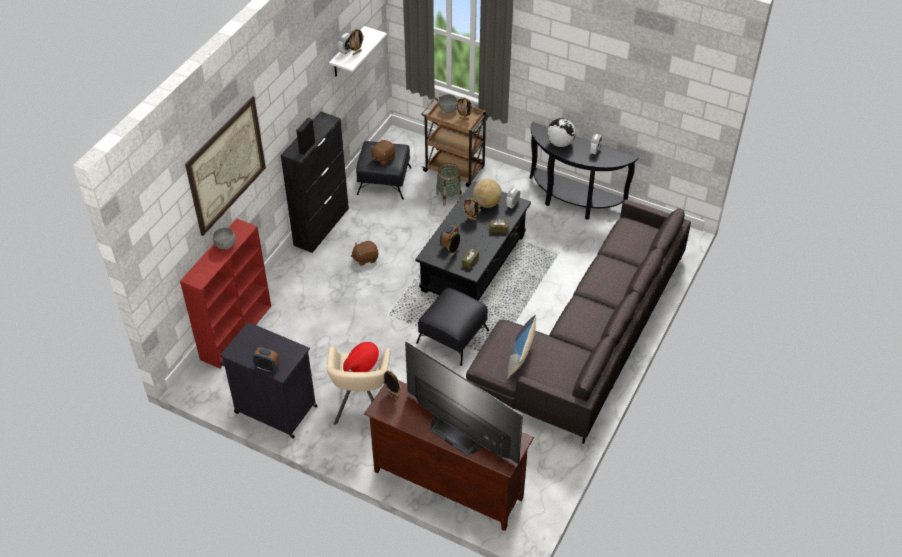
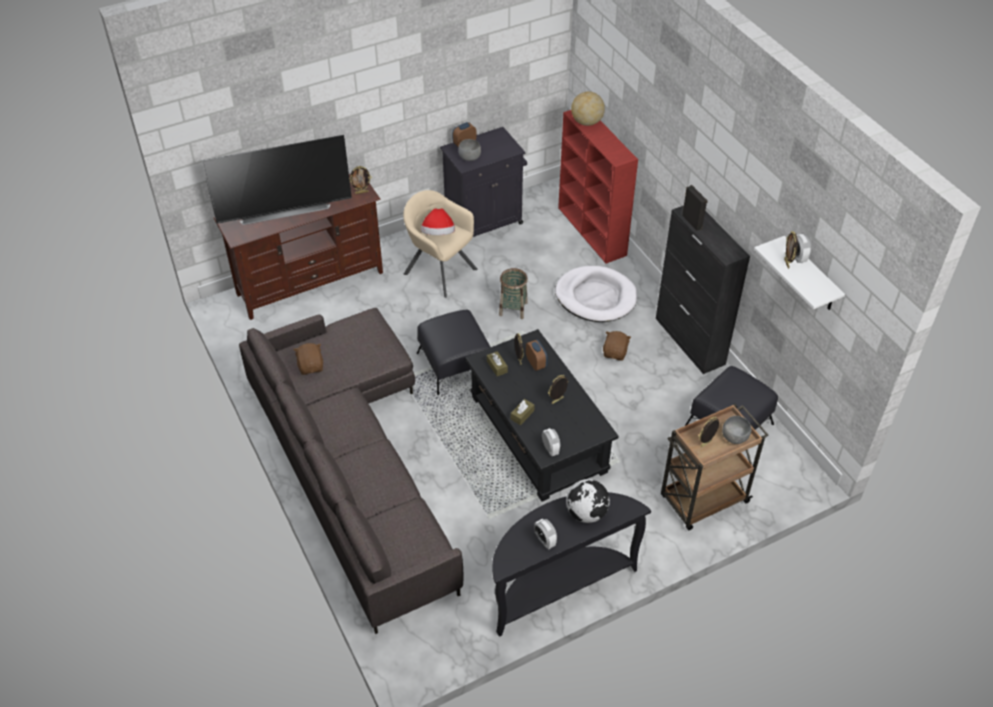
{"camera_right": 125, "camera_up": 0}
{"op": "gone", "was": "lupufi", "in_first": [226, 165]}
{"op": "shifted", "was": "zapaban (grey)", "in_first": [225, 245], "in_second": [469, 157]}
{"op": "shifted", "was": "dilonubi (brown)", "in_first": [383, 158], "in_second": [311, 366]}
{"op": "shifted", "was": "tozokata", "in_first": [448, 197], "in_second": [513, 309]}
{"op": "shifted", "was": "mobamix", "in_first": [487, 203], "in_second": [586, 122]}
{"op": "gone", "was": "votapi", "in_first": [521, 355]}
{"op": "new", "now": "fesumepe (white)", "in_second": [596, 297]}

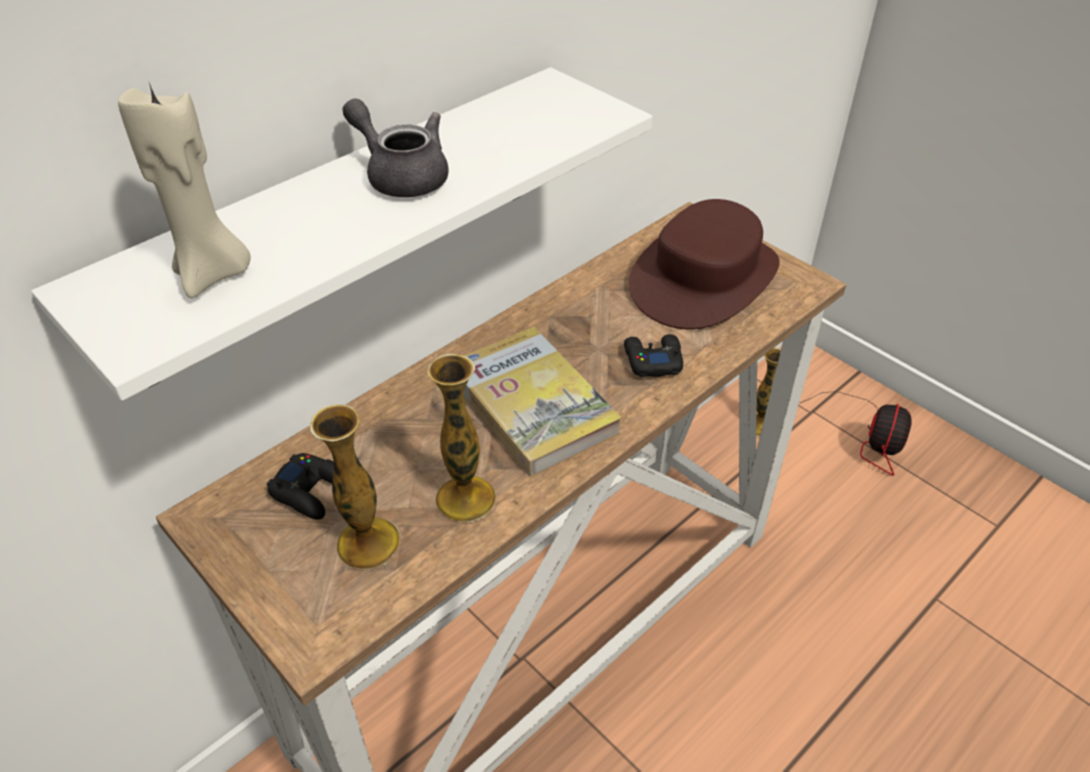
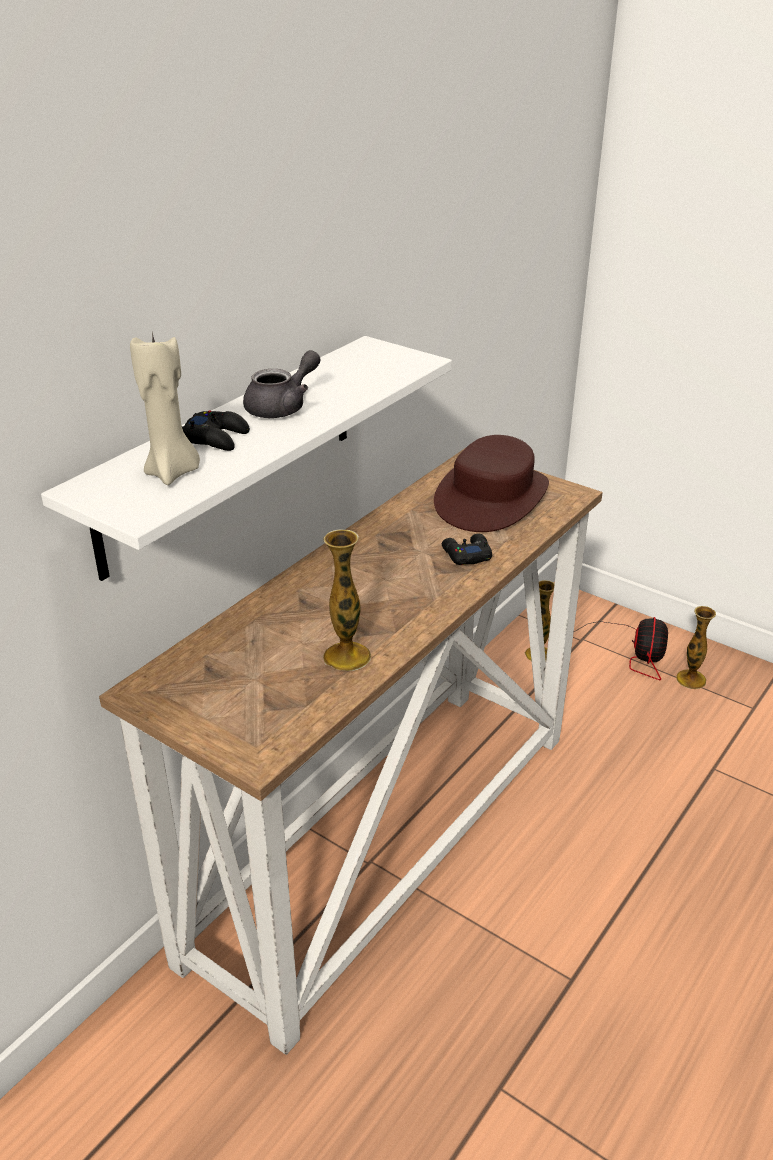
{"camera_right": -10, "camera_up": -10}
{"op": "shifted", "was": "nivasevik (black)", "in_first": [311, 491], "in_second": [216, 438]}
{"op": "shifted", "was": "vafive", "in_first": [368, 543], "in_second": [691, 679]}
{"op": "rotated", "was": "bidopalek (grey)", "in_first": [401, 175], "in_second": [283, 407], "clockwise": 105}
{"op": "gone", "was": "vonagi", "in_first": [532, 404]}

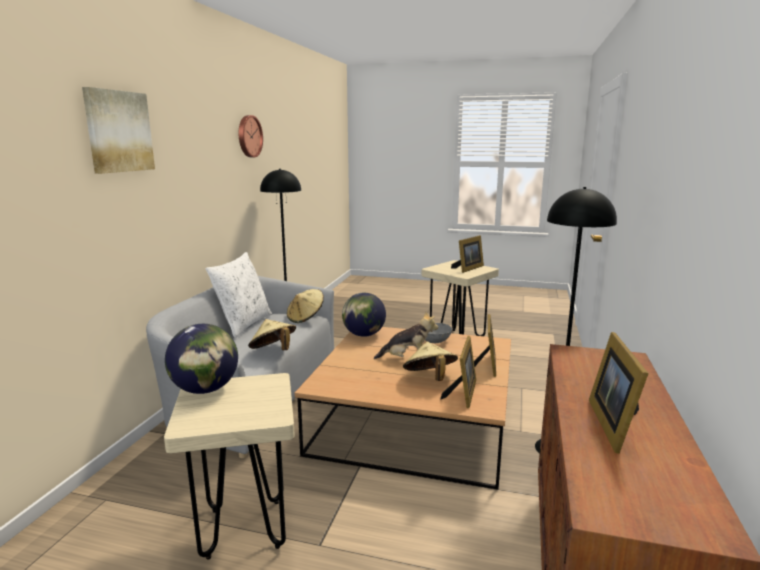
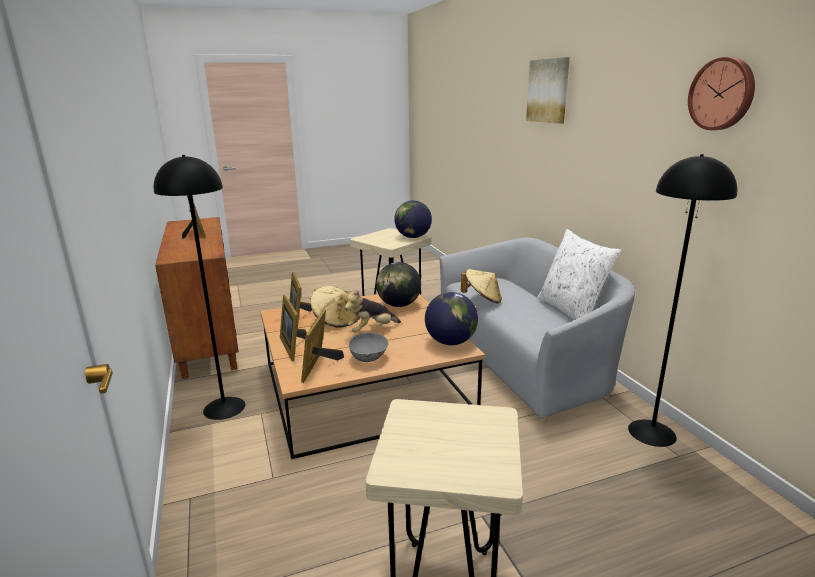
{"camera_right": 145, "camera_up": 5}
{"op": "gone", "was": "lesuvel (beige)", "in_first": [306, 318]}
{"op": "shifted", "was": "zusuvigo", "in_first": [468, 268], "in_second": [320, 366]}
{"op": "new", "now": "mobamix", "in_second": [399, 305]}

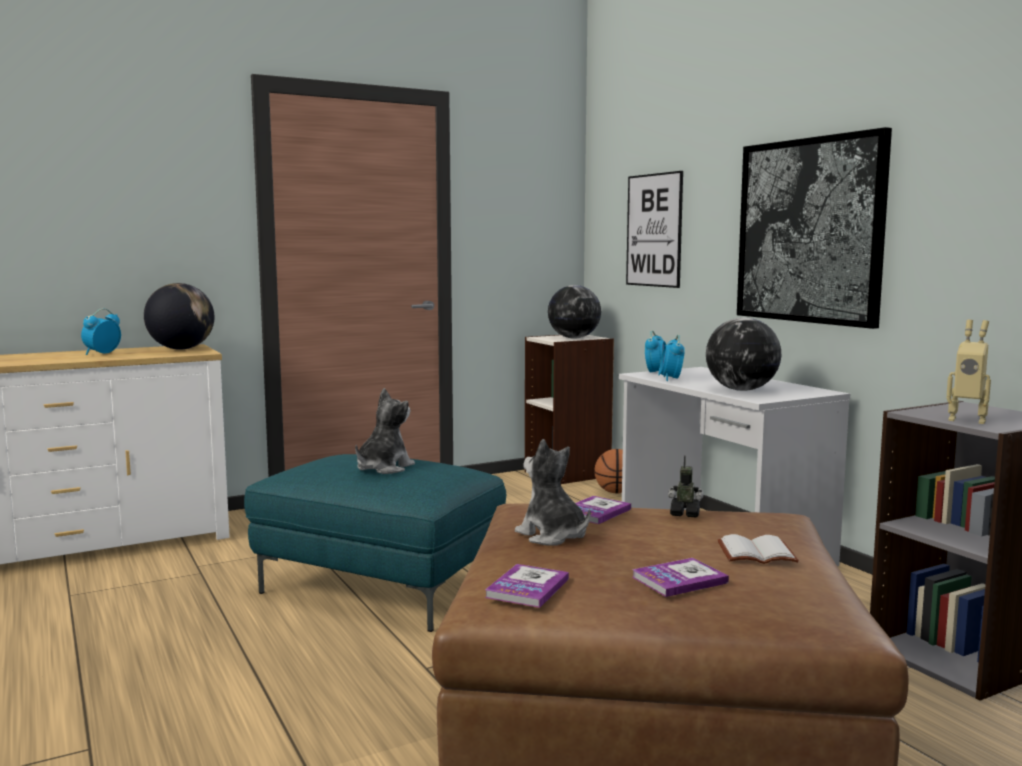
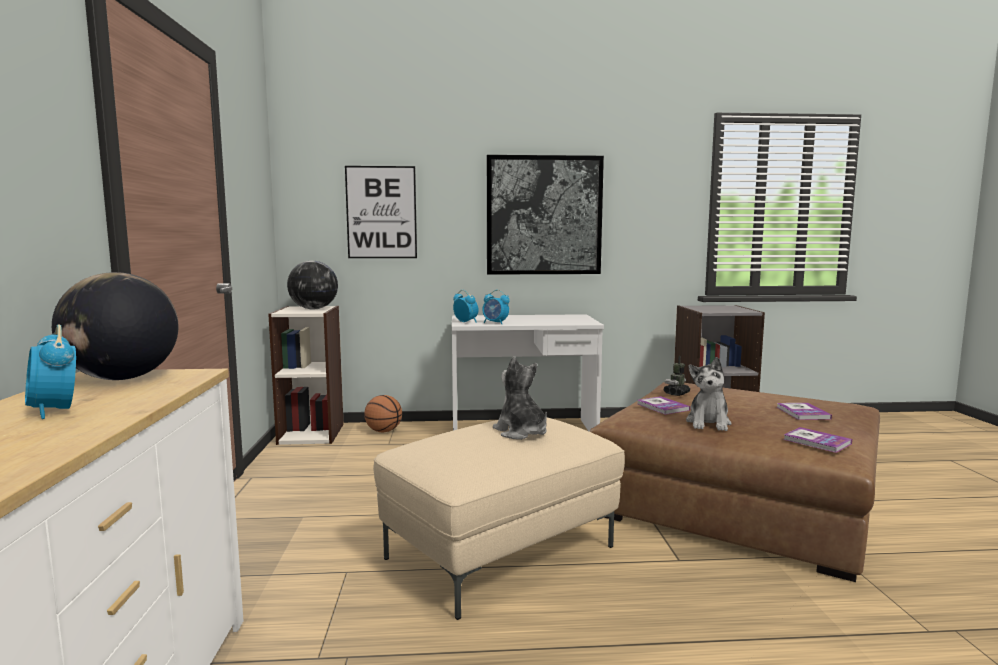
{"camera_right": -65, "camera_up": 0}
{"op": "repainted", "was": "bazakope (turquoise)", "now": "bazakope (beige)", "in_first": [377, 588], "in_second": [501, 554]}
{"op": "rotated", "was": "dilonubi", "in_first": [552, 536], "in_second": [708, 423], "clockwise": -60}
{"op": "gone", "was": "mobamix", "in_first": [741, 390]}
{"op": "gone", "was": "vonagi (white)", "in_first": [755, 554]}
{"op": "gone", "was": "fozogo", "in_first": [967, 419]}

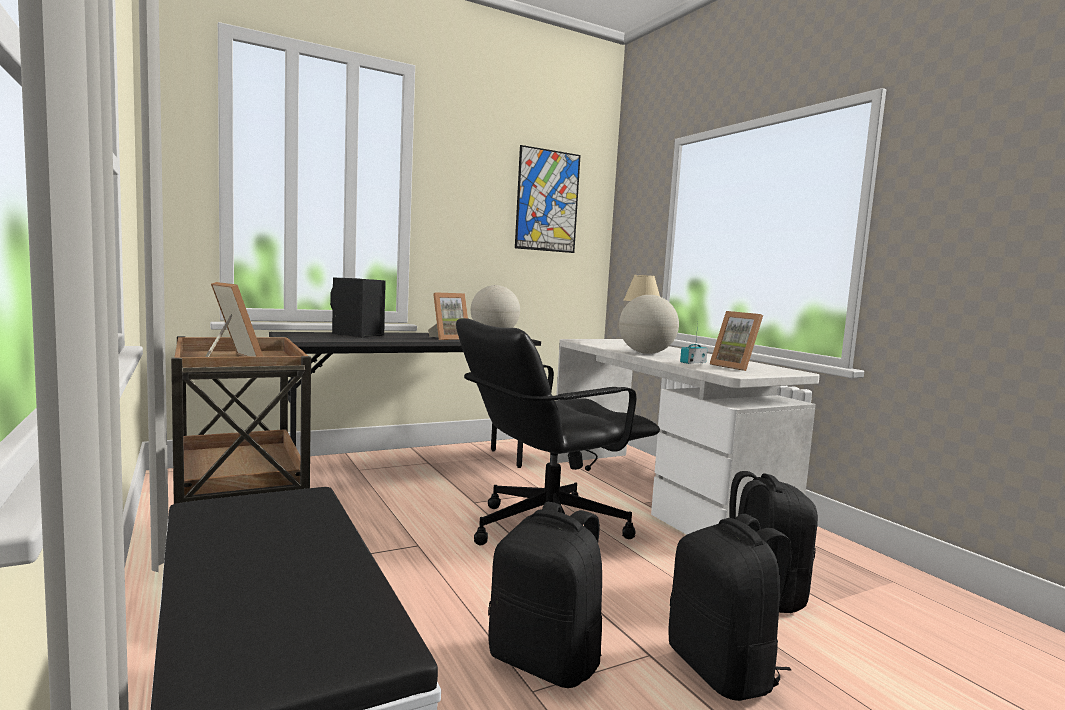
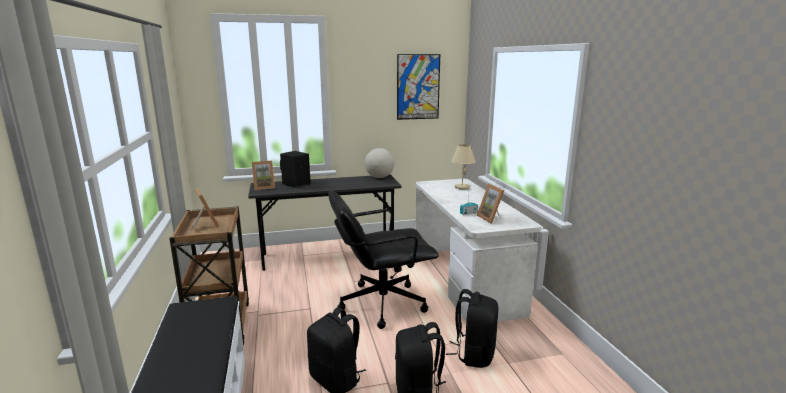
{"camera_right": 15, "camera_up": 10}
{"op": "shifted", "was": "zusuvigo", "in_first": [448, 338], "in_second": [264, 187]}
{"op": "gone", "was": "mobamix", "in_first": [646, 353]}

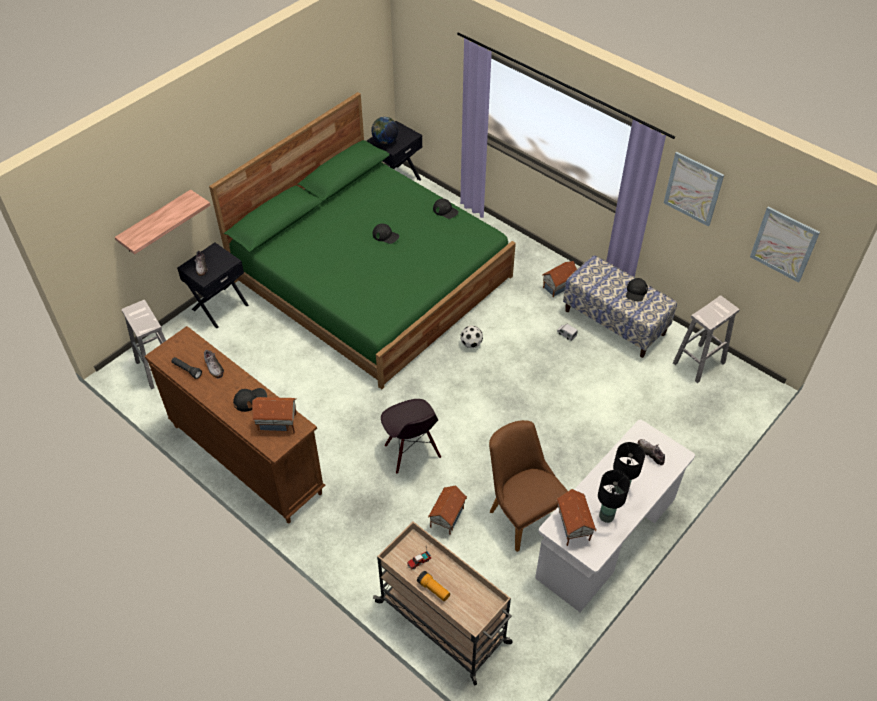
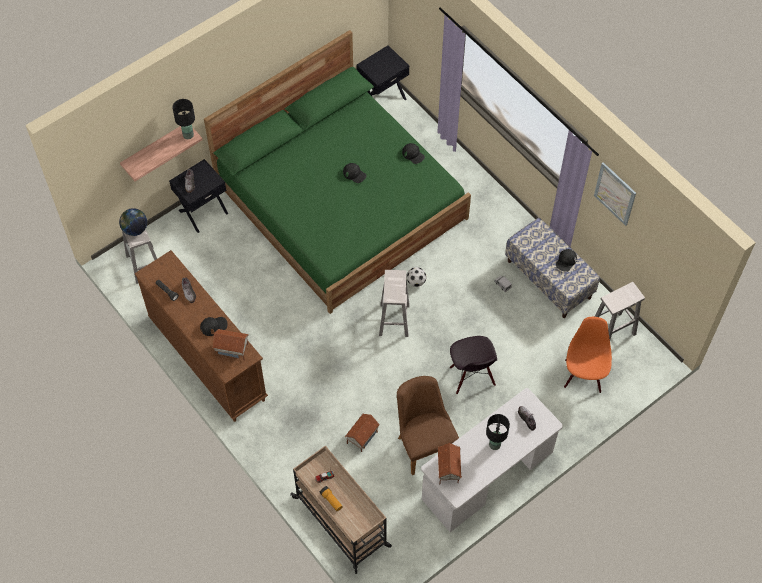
{"camera_right": 10, "camera_up": 10}
{"op": "shifted", "was": "mobamix", "in_first": [385, 141], "in_second": [135, 229]}
{"op": "shifted", "was": "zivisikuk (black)", "in_first": [411, 452], "in_second": [471, 376]}
{"op": "gone", "was": "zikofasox", "in_first": [559, 287]}
{"op": "shifted", "was": "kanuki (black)", "in_first": [606, 516], "in_second": [188, 135]}
{"op": "gone", "was": "lupufi", "in_first": [784, 244]}
{"op": "new", "now": "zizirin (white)", "in_second": [394, 321]}
{"op": "new", "now": "zivisikuk (orange)", "in_second": [583, 376]}

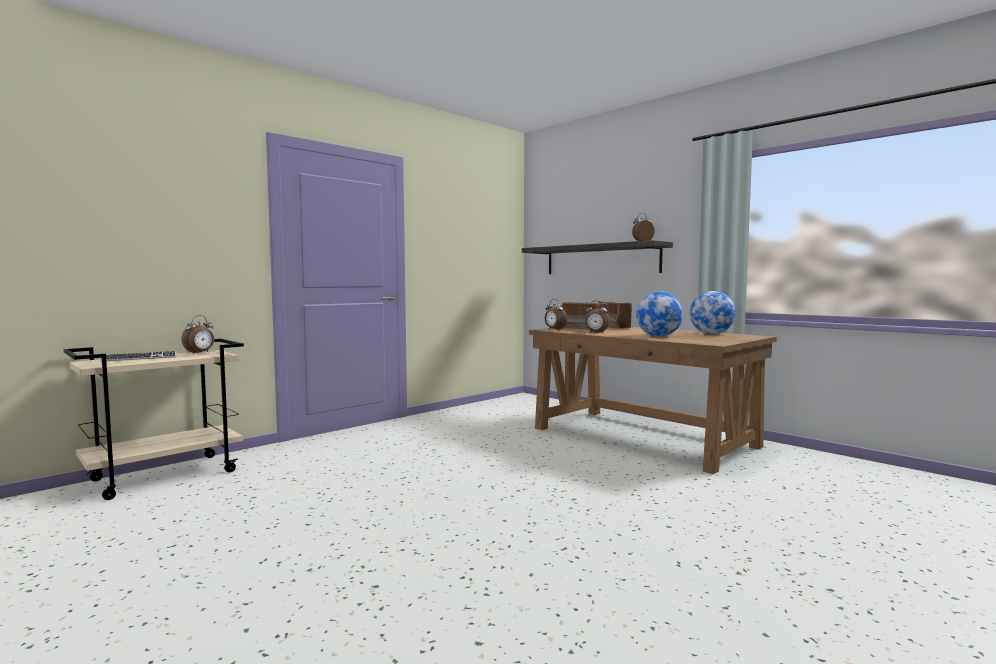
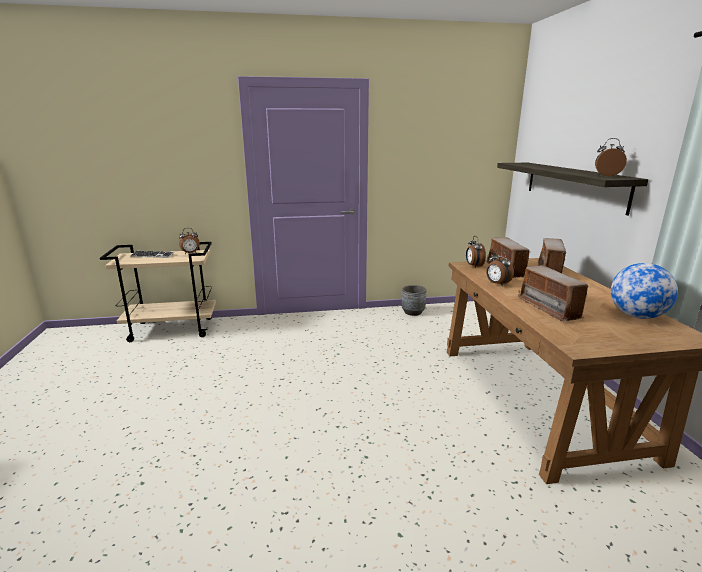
{"camera_right": 35, "camera_up": 15}
{"op": "swapped", "was": "mobamix", "now": "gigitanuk", "in_first": [658, 336], "in_second": [549, 308]}
{"op": "new", "now": "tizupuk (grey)", "in_second": [413, 312]}

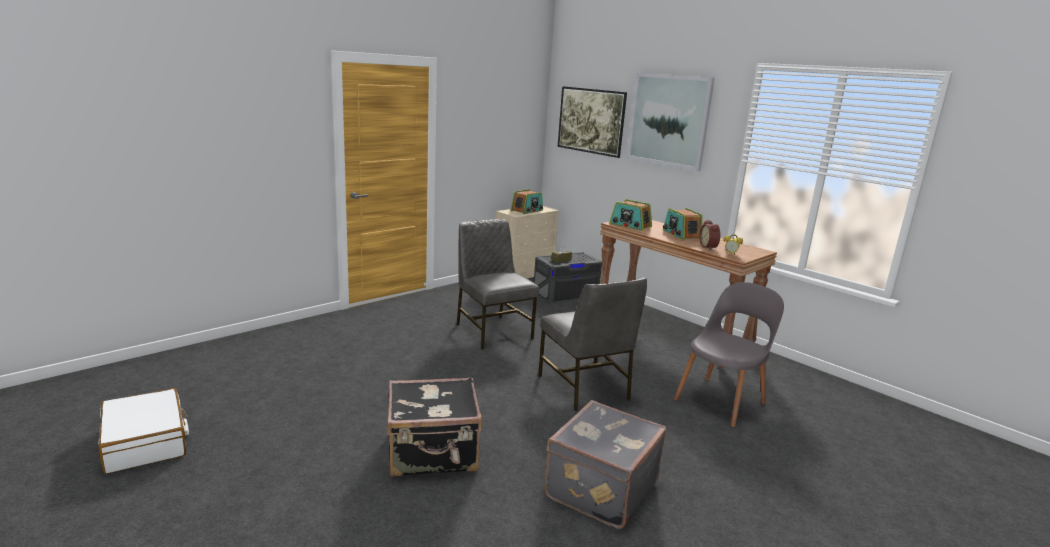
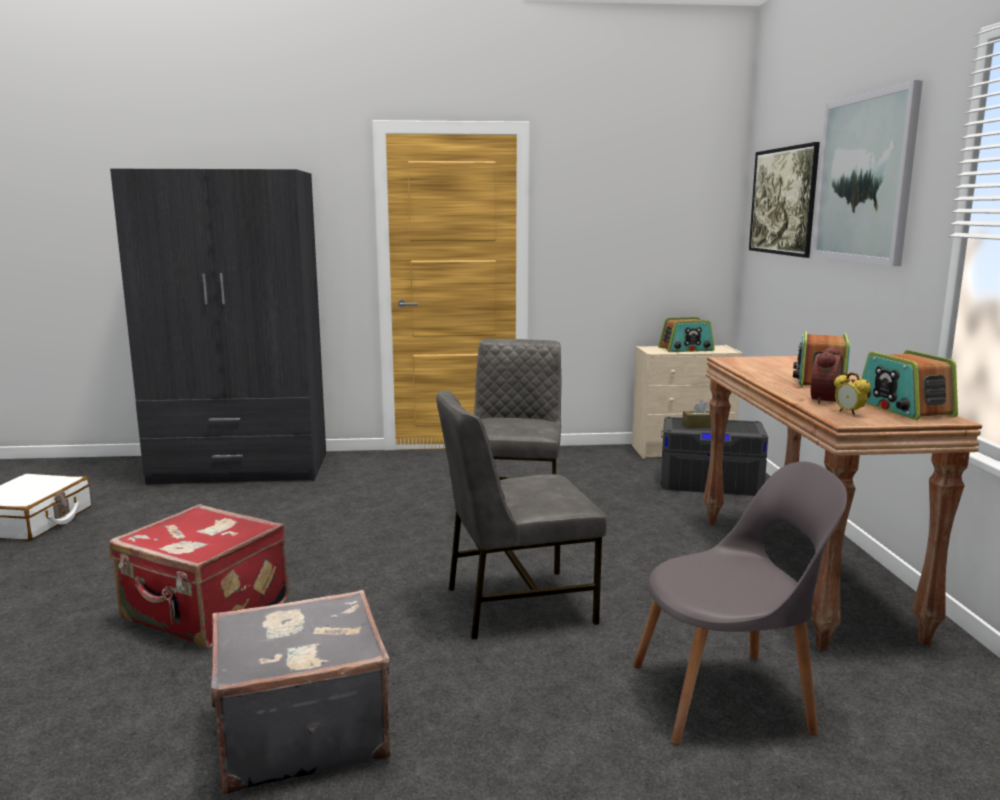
{"camera_right": 40, "camera_up": -5}
{"op": "repainted", "was": "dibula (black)", "now": "dibula (red)", "in_first": [433, 453], "in_second": [205, 613]}
{"op": "rotated", "was": "zivisikuk (grey)", "in_first": [585, 388], "in_second": [516, 604], "clockwise": 60}
{"op": "shifted", "was": "gigitanuk", "in_first": [630, 225], "in_second": [903, 408]}
{"op": "new", "now": "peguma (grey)", "in_second": [241, 469]}

